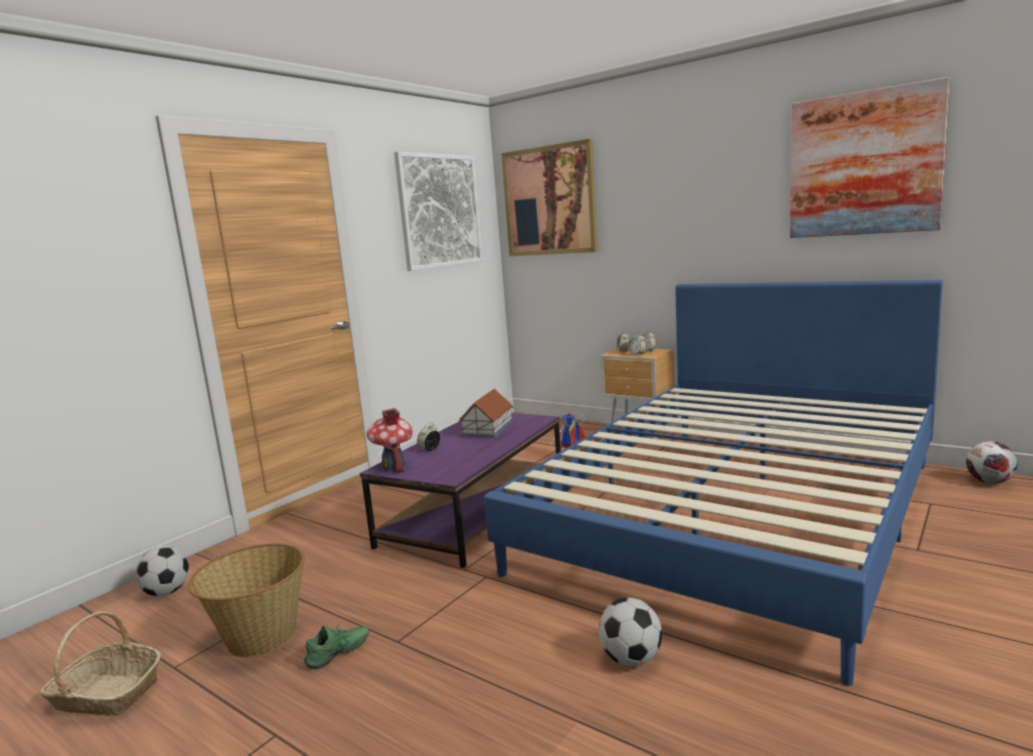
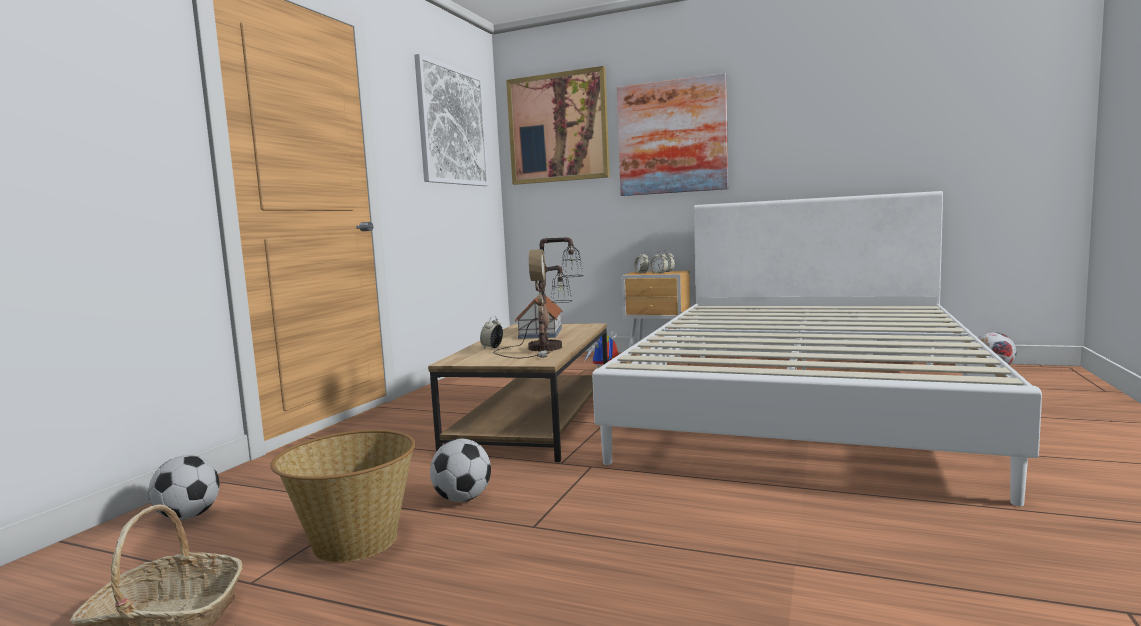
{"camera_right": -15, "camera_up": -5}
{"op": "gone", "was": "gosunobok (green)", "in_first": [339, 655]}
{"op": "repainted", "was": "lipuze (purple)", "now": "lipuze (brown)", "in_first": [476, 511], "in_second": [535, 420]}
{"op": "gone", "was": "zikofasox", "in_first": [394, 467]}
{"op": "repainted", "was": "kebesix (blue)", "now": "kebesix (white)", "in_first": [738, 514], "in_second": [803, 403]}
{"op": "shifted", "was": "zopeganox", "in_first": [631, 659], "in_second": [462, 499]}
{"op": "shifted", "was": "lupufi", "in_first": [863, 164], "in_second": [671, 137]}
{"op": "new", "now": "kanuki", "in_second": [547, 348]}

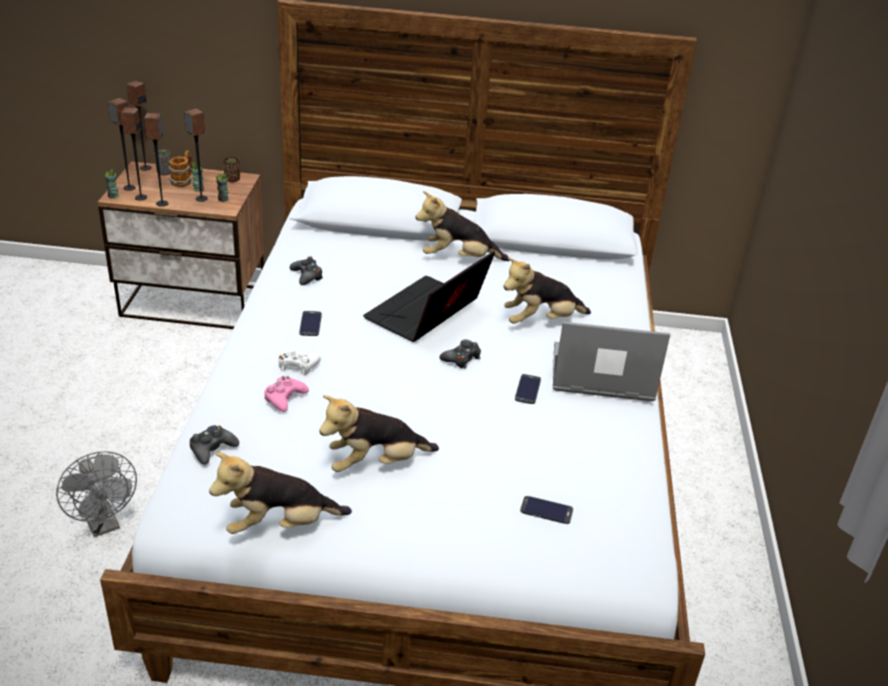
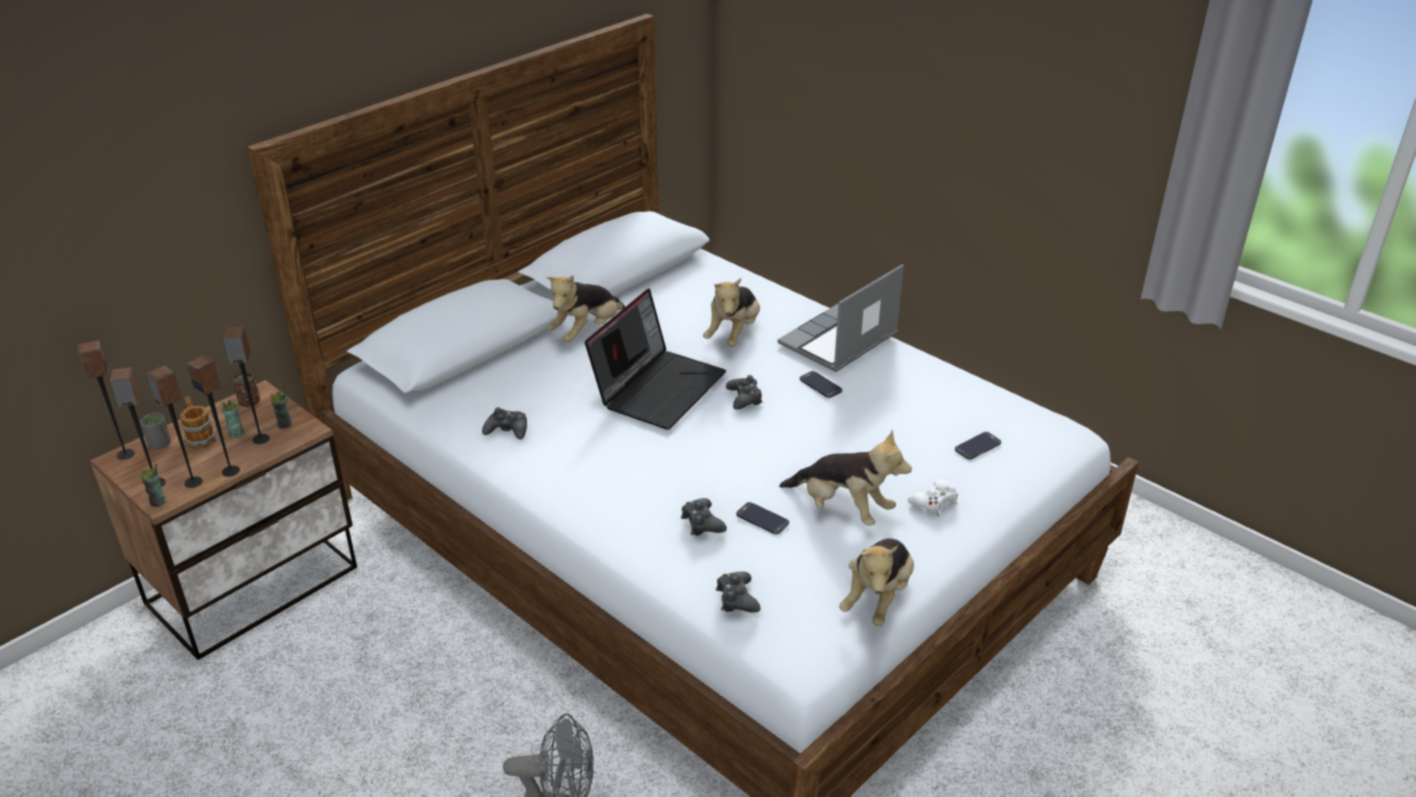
{"camera_right": -50, "camera_up": 0}
{"op": "repainted", "was": "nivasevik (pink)", "now": "nivasevik (black)", "in_first": [284, 398], "in_second": [702, 523]}
{"op": "shifted", "was": "nivasevik (white)", "in_first": [297, 365], "in_second": [934, 502]}
{"op": "shifted", "was": "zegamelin", "in_first": [310, 324], "in_second": [762, 518]}
{"op": "rotated", "was": "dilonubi", "in_first": [375, 463], "in_second": [842, 509], "clockwise": -75}
{"op": "rotated", "was": "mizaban", "in_first": [427, 314], "in_second": [658, 387], "clockwise": -135}

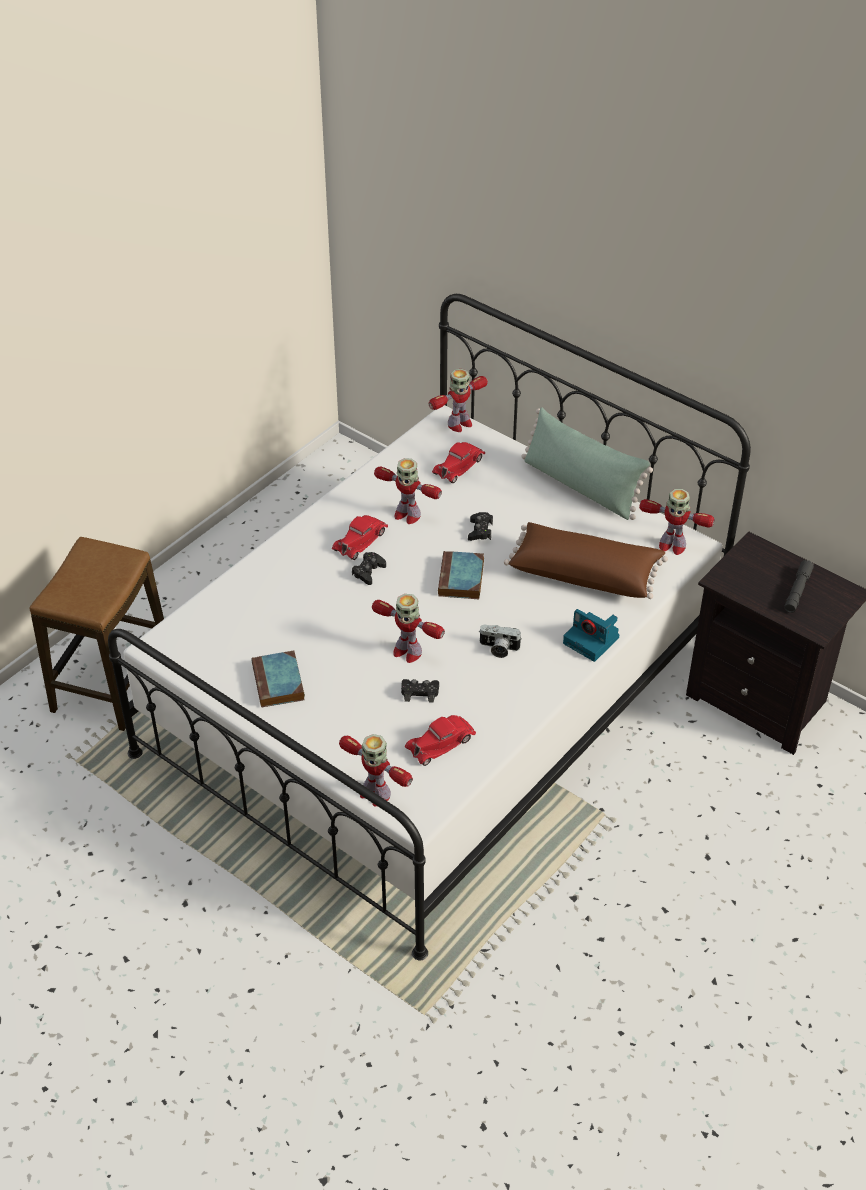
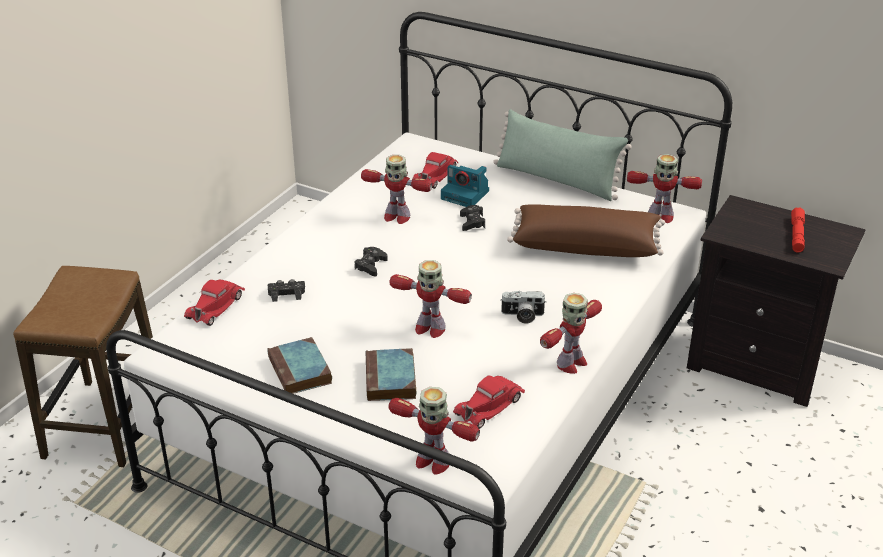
{"camera_right": -10, "camera_up": -10}
{"op": "shifted", "was": "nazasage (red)", "in_first": [360, 540], "in_second": [216, 306]}
{"op": "shifted", "was": "nivasevik (black)", "in_first": [420, 692], "in_second": [286, 293]}
{"op": "shifted", "was": "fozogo", "in_first": [459, 424], "in_second": [570, 363]}
{"op": "shifted", "was": "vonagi", "in_first": [461, 580], "in_second": [391, 380]}
{"op": "shifted", "was": "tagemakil", "in_first": [592, 641], "in_second": [466, 195]}
{"op": "repainted", "was": "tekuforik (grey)", "now": "tekuforik (red)", "in_first": [797, 591], "in_second": [797, 235]}

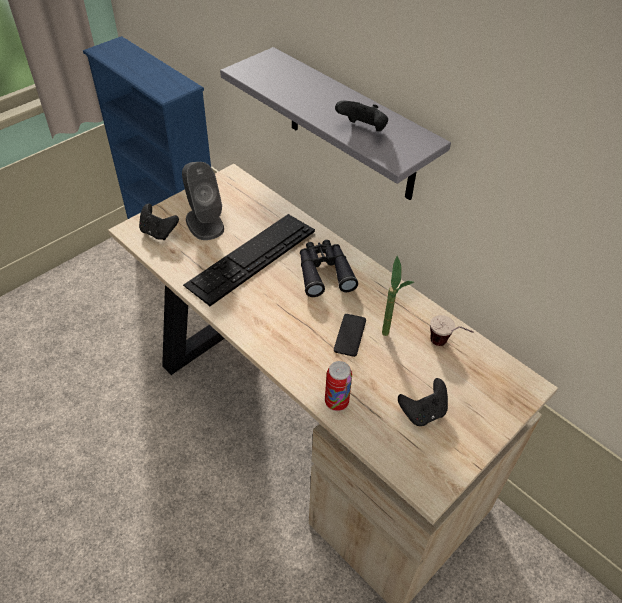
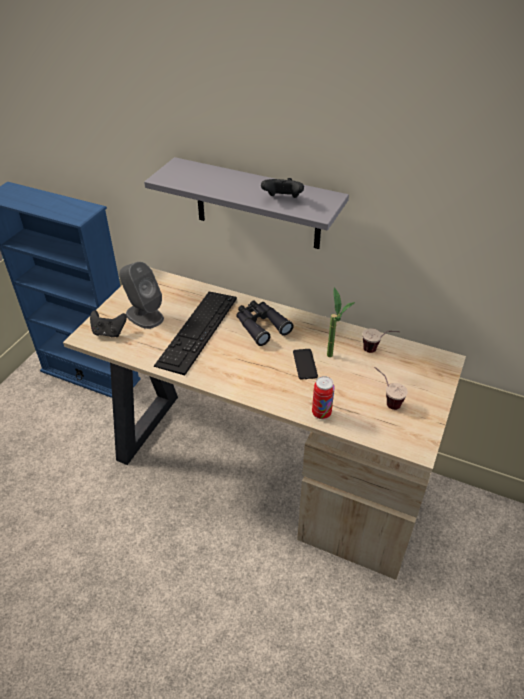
{"camera_right": -20, "camera_up": -5}
{"op": "swapped", "was": "nivasevik (black)", "now": "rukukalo", "in_first": [423, 412], "in_second": [386, 400]}

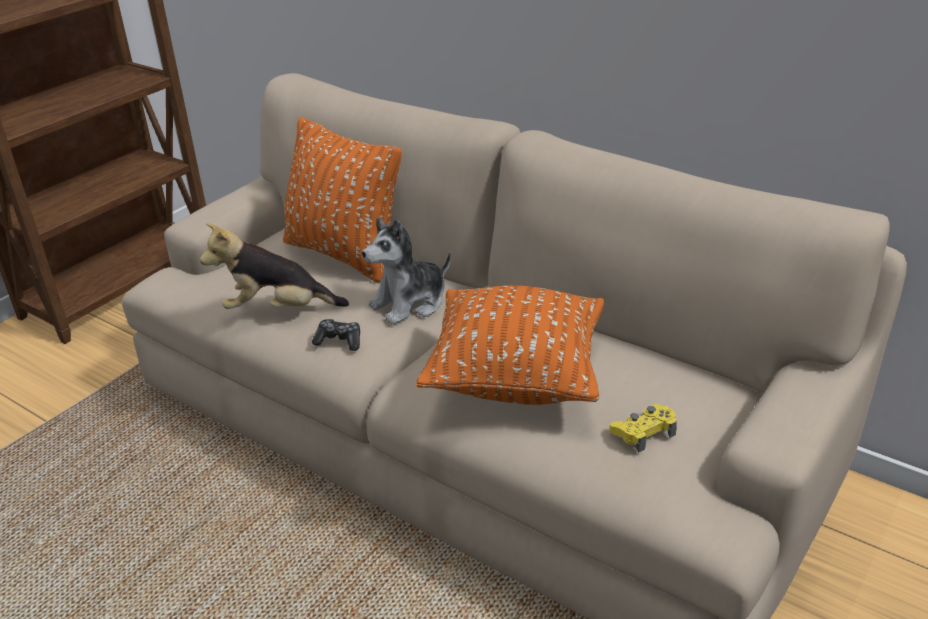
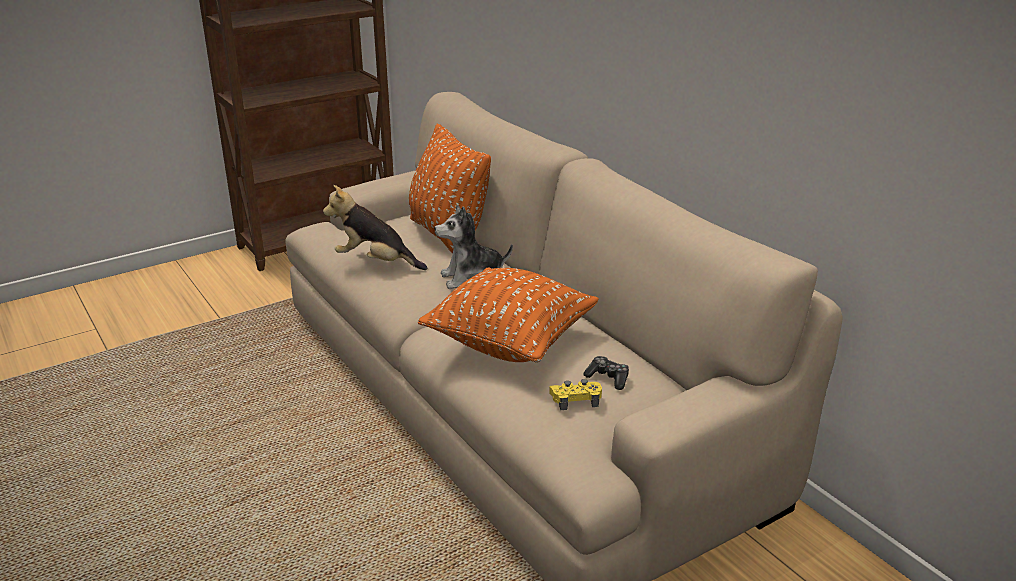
{"camera_right": 20, "camera_up": -5}
{"op": "shifted", "was": "nivasevik", "in_first": [339, 341], "in_second": [608, 378]}

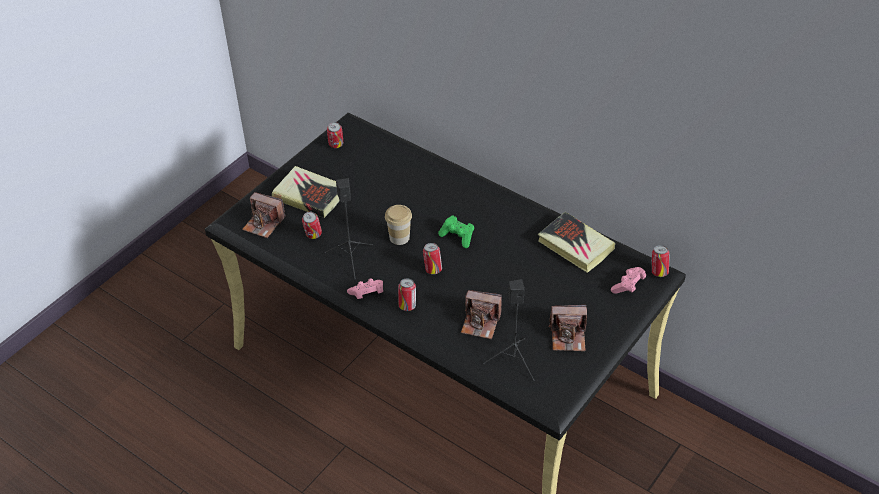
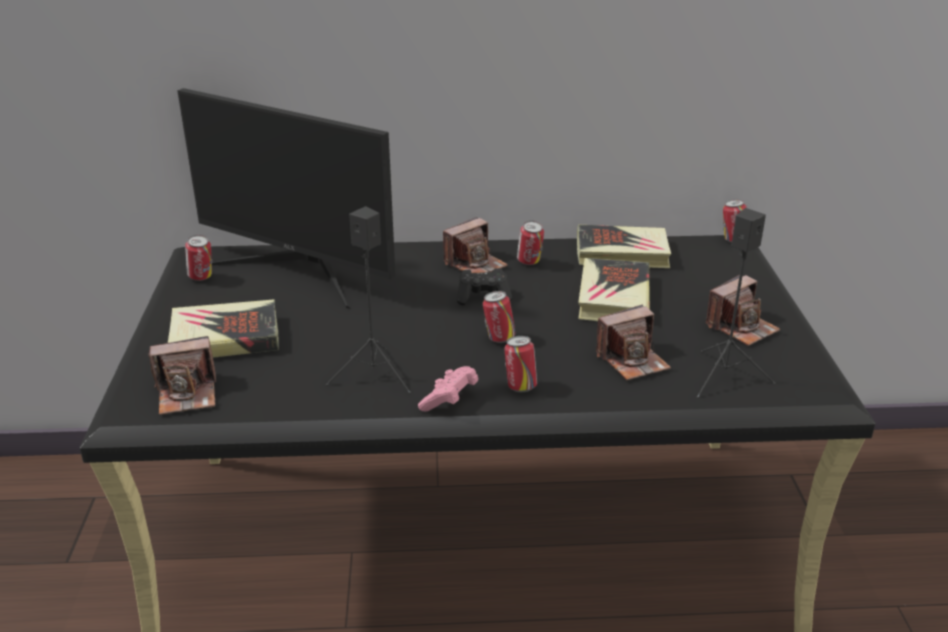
{"camera_right": -40, "camera_up": -15}
{"op": "shifted", "was": "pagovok", "in_first": [313, 236], "in_second": [529, 263]}
{"op": "gone", "was": "rukukalo", "in_first": [399, 237]}
{"op": "repainted", "was": "nivasevik (green)", "now": "nivasevik (black)", "in_first": [458, 236], "in_second": [483, 297]}
{"op": "gone", "was": "nivasevik (pink)", "in_first": [628, 286]}
{"op": "new", "now": "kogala", "in_second": [301, 269]}
{"op": "new", "now": "tagemakil", "in_second": [475, 264]}
{"op": "new", "now": "vonagi", "in_second": [613, 298]}

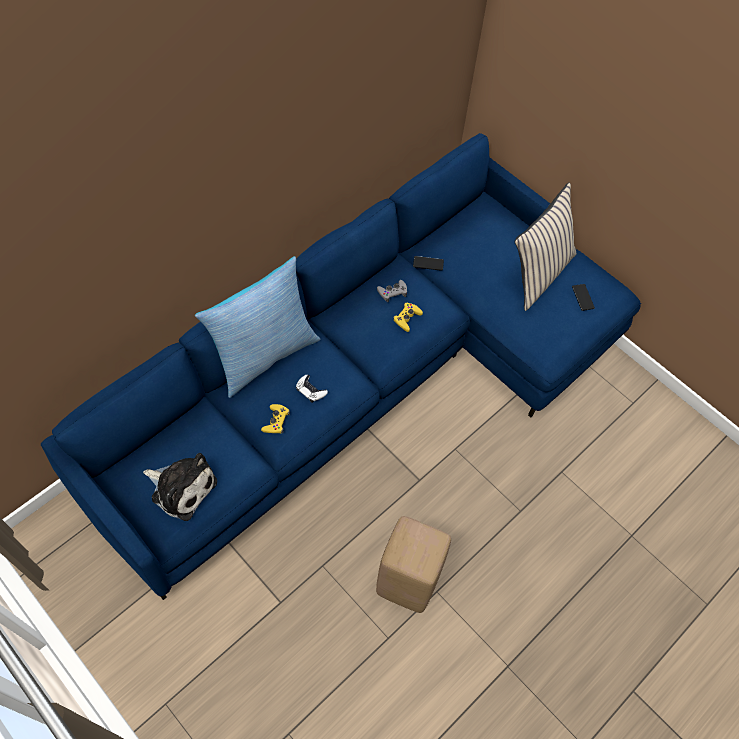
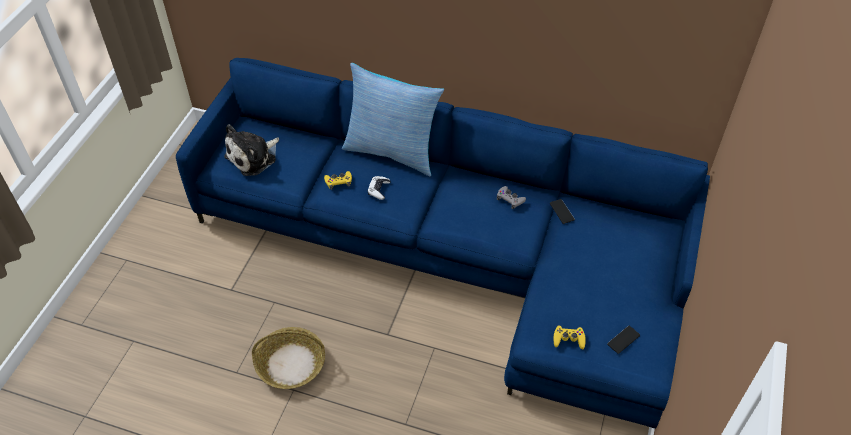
{"camera_right": 65, "camera_up": -10}
{"op": "rotated", "was": "dilonubi", "in_first": [181, 487], "in_second": [253, 157], "clockwise": 45}
{"op": "swapped", "was": "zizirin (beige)", "now": "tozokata", "in_first": [407, 581], "in_second": [291, 364]}
{"op": "shifted", "was": "nivasevik (yellow)", "in_first": [407, 318], "in_second": [568, 339]}
{"op": "gone", "was": "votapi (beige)", "in_first": [538, 274]}

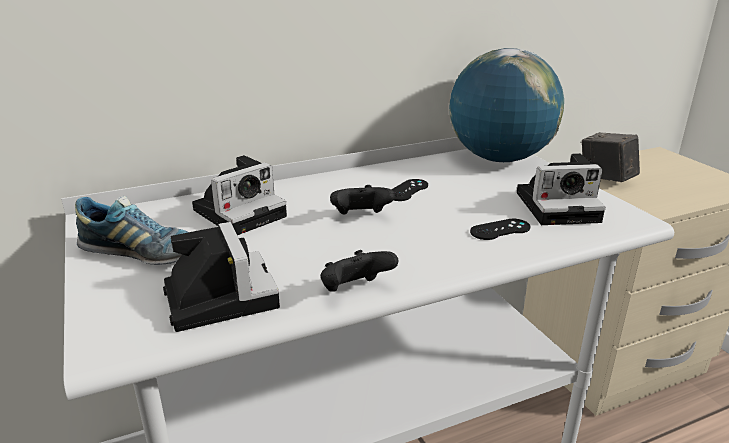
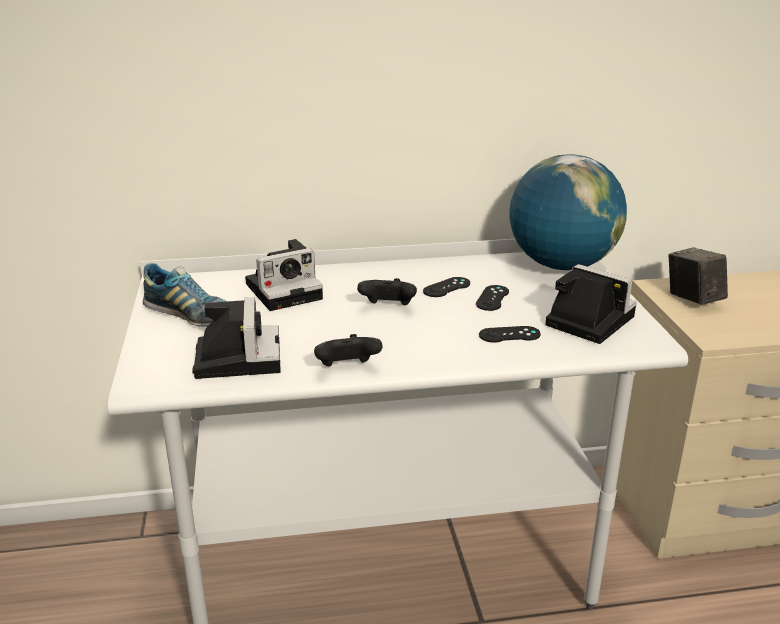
{"camera_right": 15, "camera_up": 0}
{"op": "rotated", "was": "tagemakil", "in_first": [560, 206], "in_second": [586, 320], "clockwise": -150}
{"op": "new", "now": "nivasevik (black)", "in_second": [492, 298]}

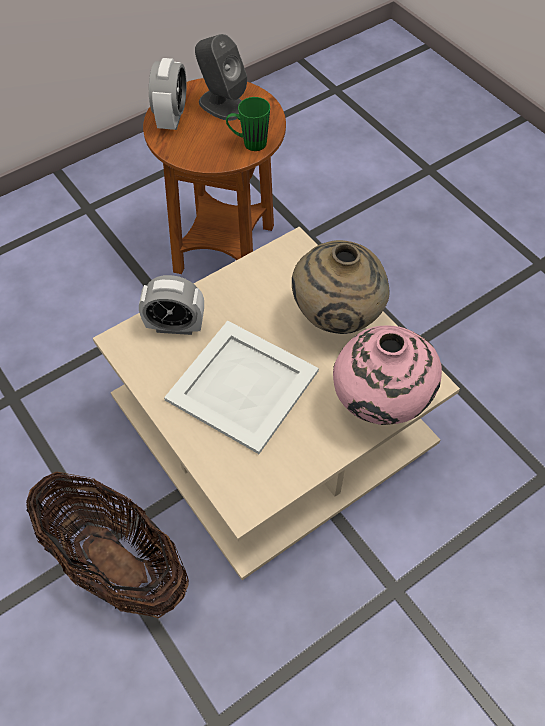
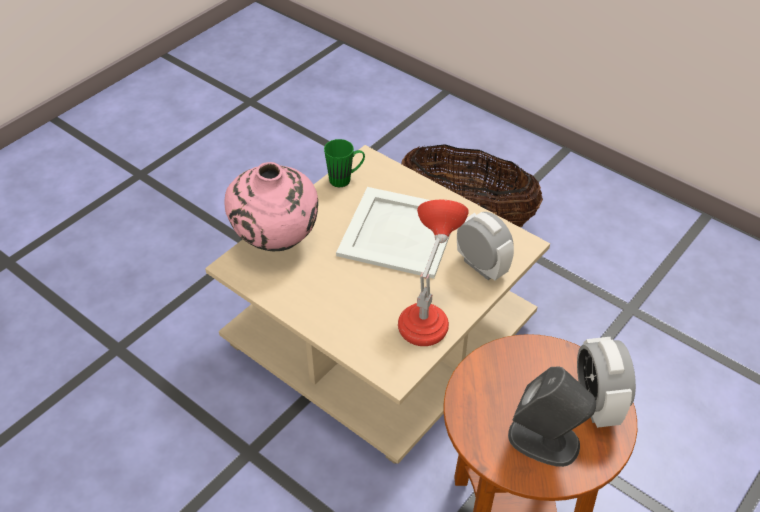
{"camera_right": 165, "camera_up": -10}
{"op": "rotated", "was": "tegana", "in_first": [175, 326], "in_second": [481, 266], "clockwise": 60}
{"op": "shifted", "was": "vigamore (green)", "in_first": [248, 143], "in_second": [345, 179]}
{"op": "gone", "was": "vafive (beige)", "in_first": [336, 318]}
{"op": "new", "now": "kanuki (red)", "in_second": [427, 316]}

